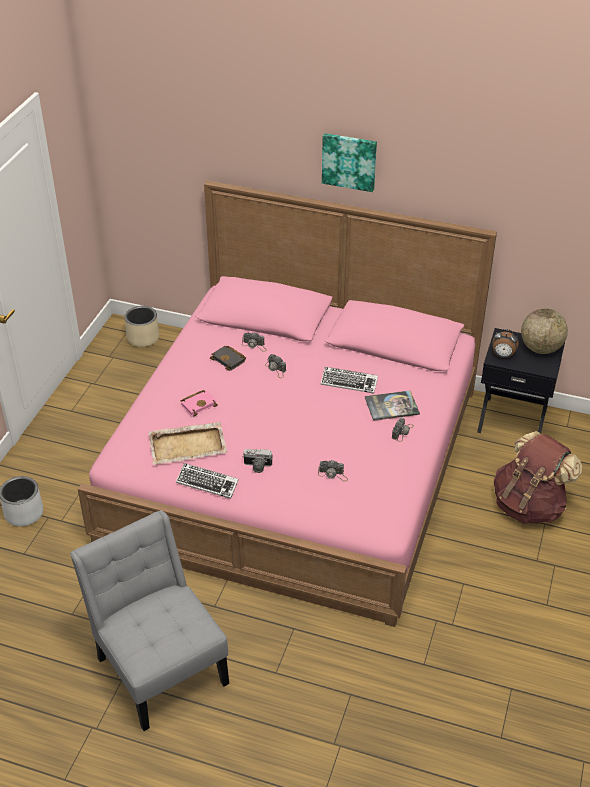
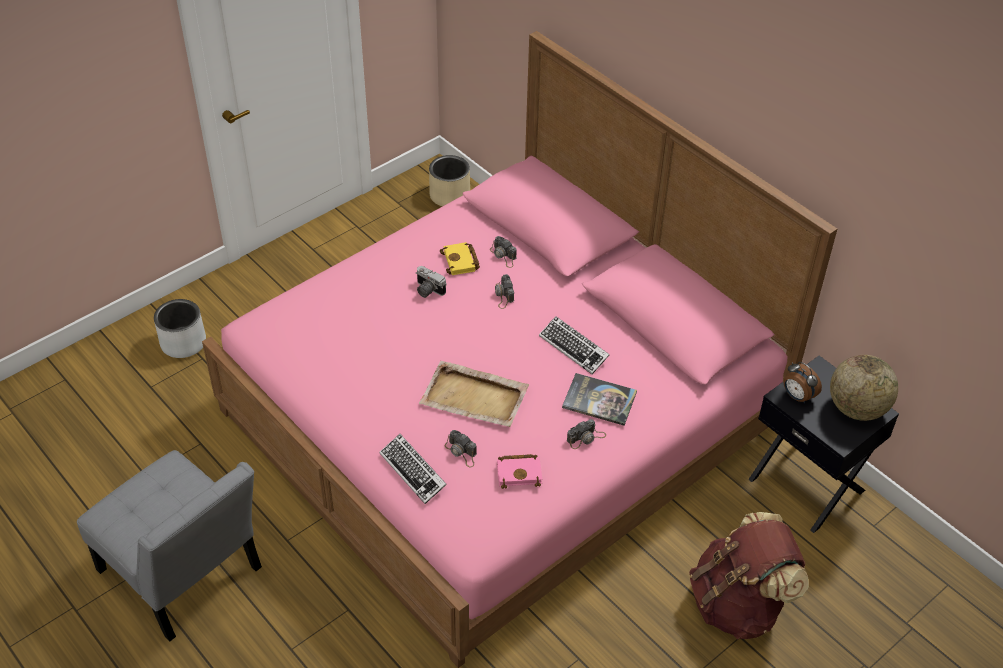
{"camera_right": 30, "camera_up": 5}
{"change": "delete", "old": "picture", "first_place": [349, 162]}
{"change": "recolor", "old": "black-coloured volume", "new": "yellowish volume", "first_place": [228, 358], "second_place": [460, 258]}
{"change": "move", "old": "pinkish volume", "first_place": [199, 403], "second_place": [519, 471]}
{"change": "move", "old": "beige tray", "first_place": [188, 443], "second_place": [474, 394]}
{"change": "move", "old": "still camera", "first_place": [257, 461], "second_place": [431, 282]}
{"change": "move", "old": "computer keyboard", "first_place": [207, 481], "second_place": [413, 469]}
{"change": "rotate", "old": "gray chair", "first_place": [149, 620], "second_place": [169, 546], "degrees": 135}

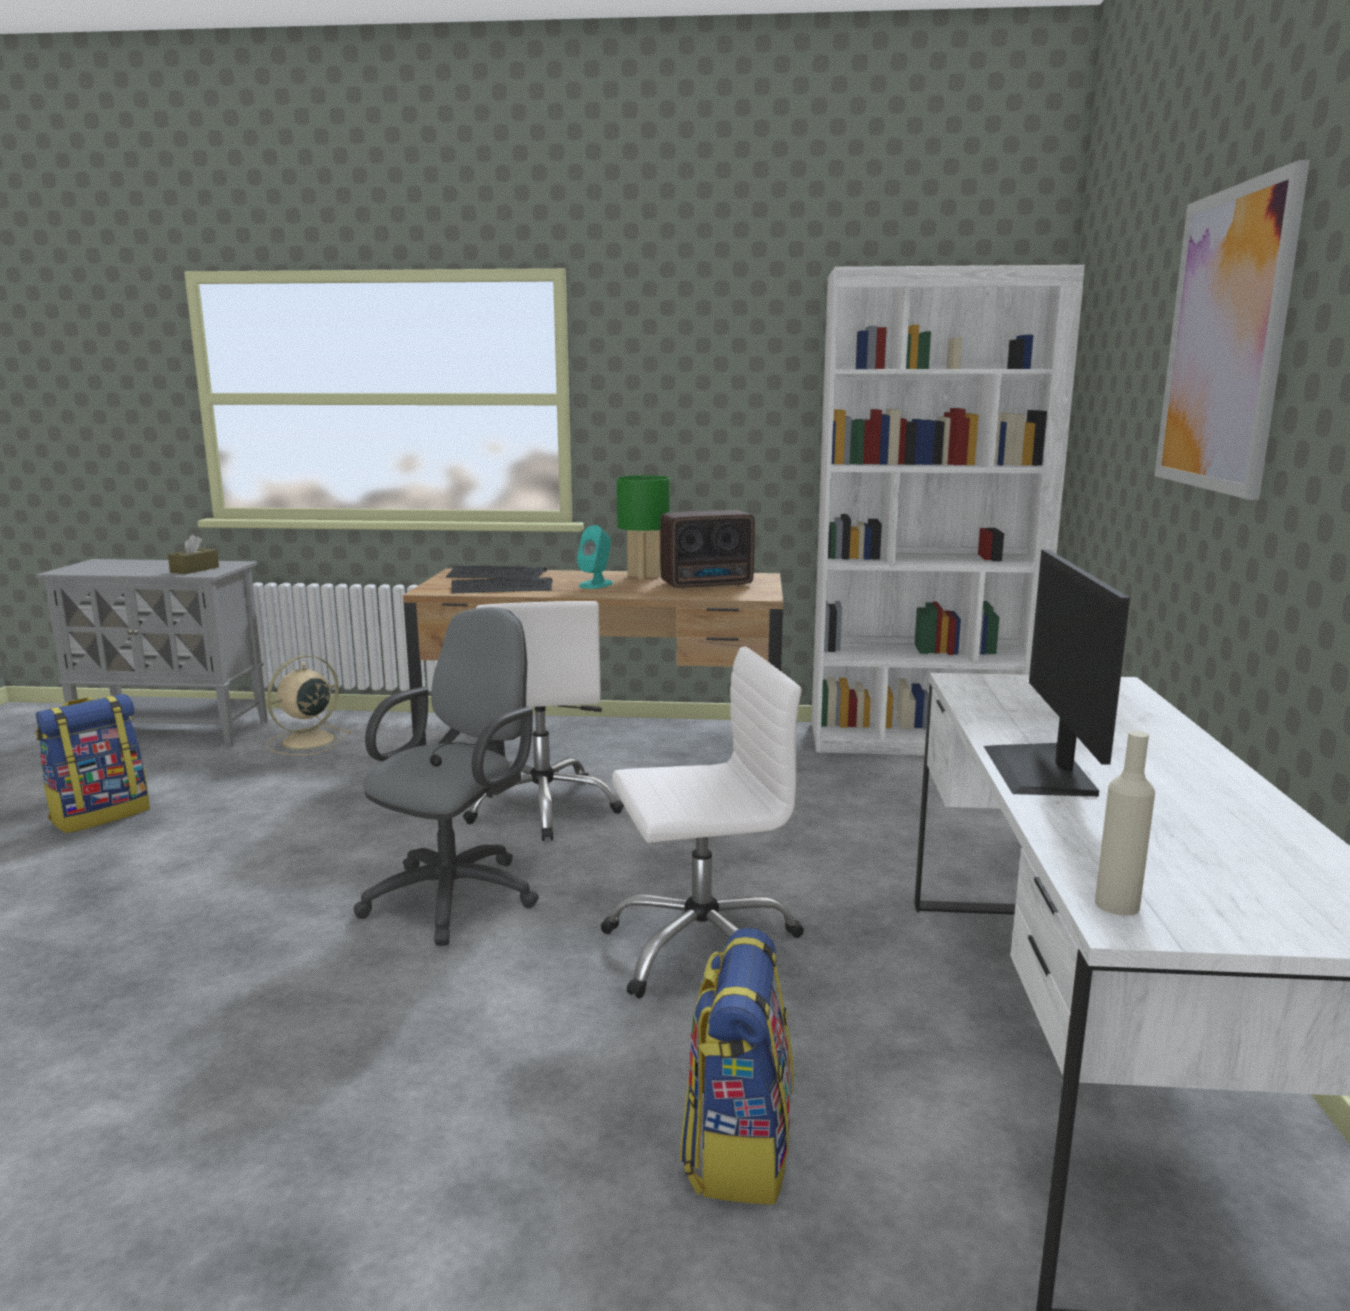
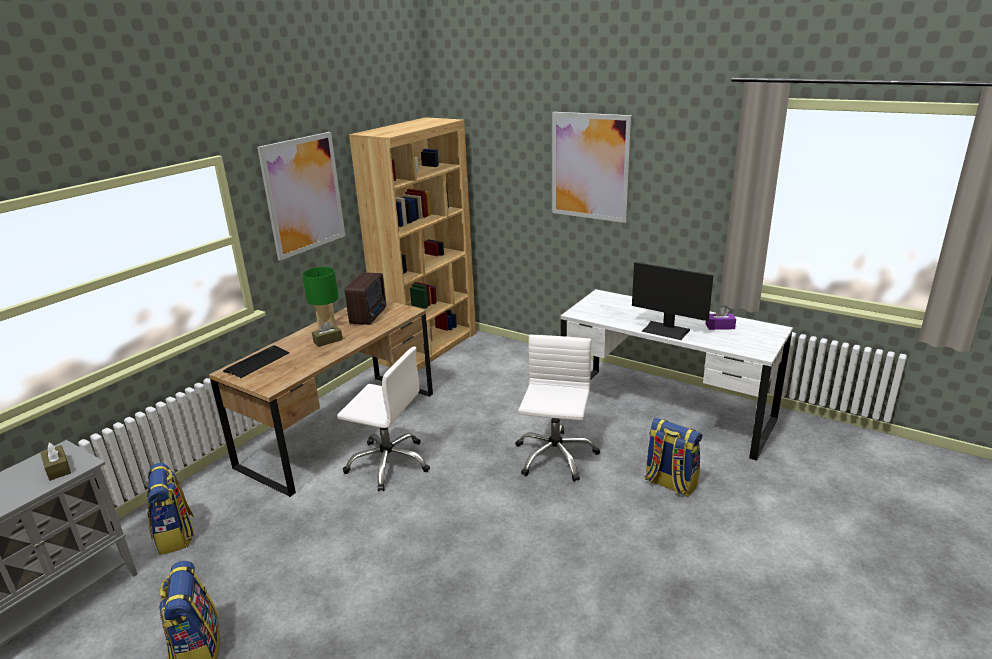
{"camera_right": -60, "camera_up": 10}
{"change": "recolor", "old": "white shelving unit", "new": "brown-coloured shelving unit", "first_place": [948, 510], "second_place": [412, 244]}
{"change": "replace", "old": "turquoise-coloured audio speaker", "new": "brown-coloured tissue box", "first_place": [595, 557], "second_place": [327, 334]}
{"change": "delete", "old": "computer keyboard", "first_place": [502, 585]}
{"change": "delete", "old": "gray computer chair", "first_place": [446, 776]}
{"change": "replace", "old": "beige cooling fan", "new": "knapsack", "first_place": [308, 705], "second_place": [171, 509]}
{"change": "delete", "old": "beige beverage bottle", "first_place": [1125, 823]}
{"change": "insert", "new": "picture", "second_place": [301, 196]}
{"change": "insert", "new": "purplish tissue box", "second_place": [720, 318]}

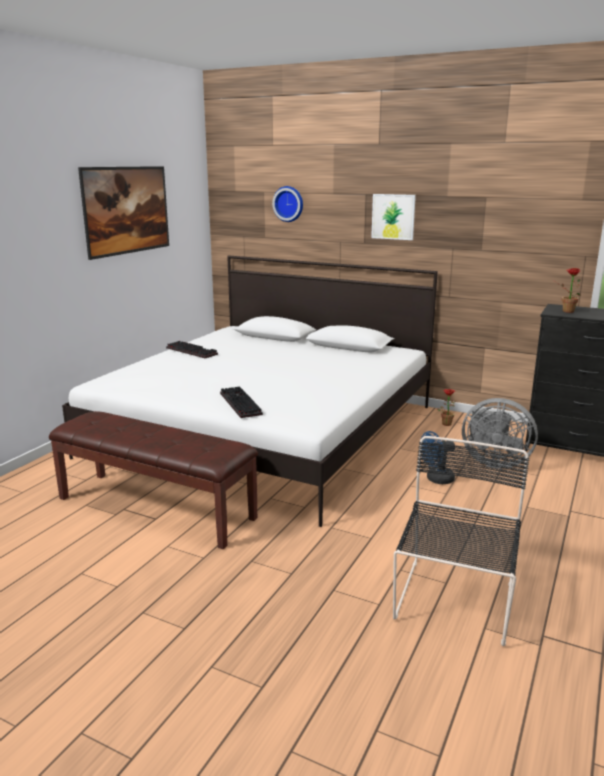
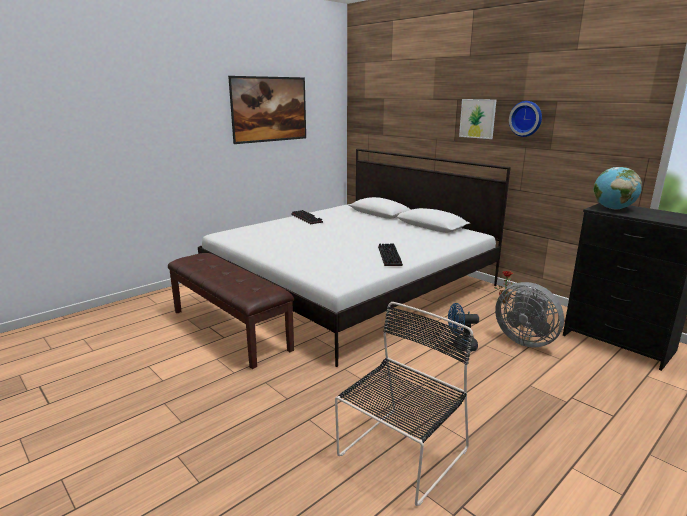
{"camera_right": 20, "camera_up": 0}
{"change": "move", "old": "clock on the wall", "first_place": [287, 204], "second_place": [525, 119]}
{"change": "replace", "old": "houseplant", "new": "desk globe", "first_place": [567, 290], "second_place": [617, 188]}
{"change": "move", "old": "computer keyboard", "first_place": [241, 402], "second_place": [390, 255]}

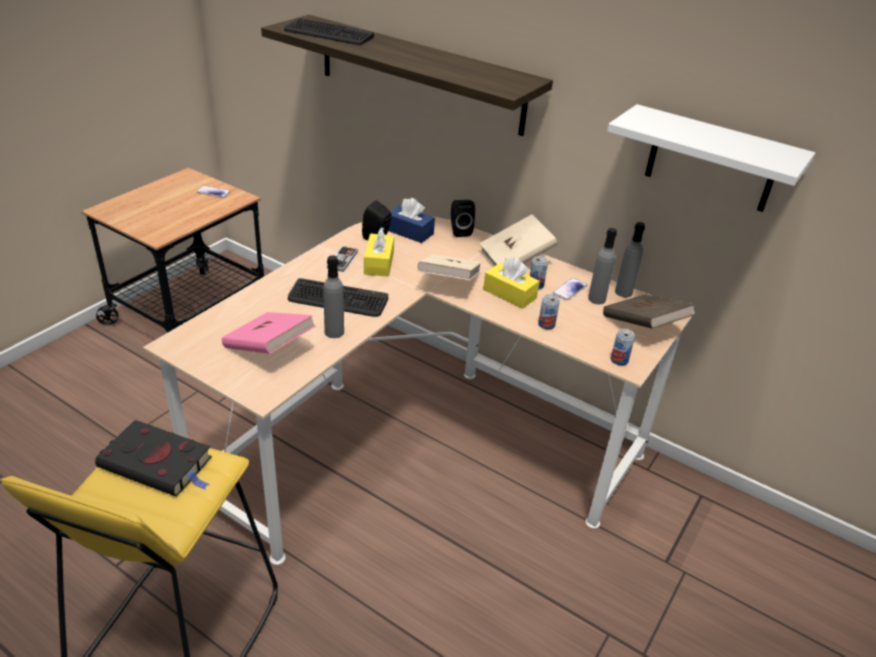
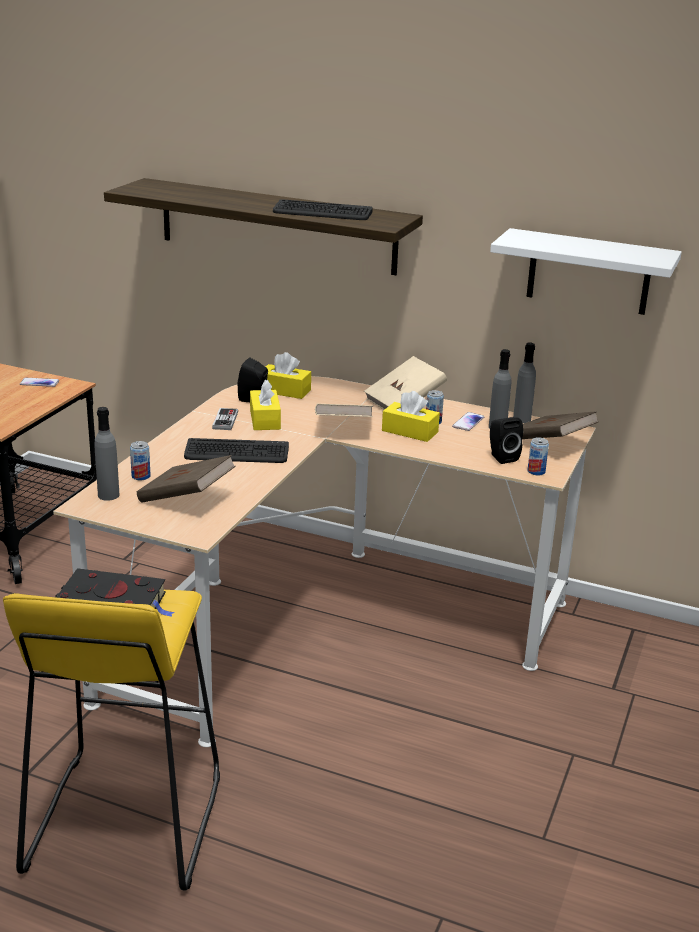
{"camera_right": -10, "camera_up": -10}
{"change": "move", "old": "computer keyboard", "first_place": [329, 31], "second_place": [323, 209]}
{"change": "recolor", "old": "bluish tissue box", "new": "yellowish tissue box", "first_place": [411, 220], "second_place": [288, 375]}
{"change": "move", "old": "black-coloured audio speaker", "first_place": [463, 218], "second_place": [506, 440]}
{"change": "move", "old": "gray beverage bottle", "first_place": [333, 296], "second_place": [106, 454]}
{"change": "move", "old": "metal can", "first_place": [549, 311], "second_place": [140, 460]}
{"change": "recolor", "old": "pinkish volume", "new": "brown-coloured volume", "first_place": [269, 333], "second_place": [186, 479]}

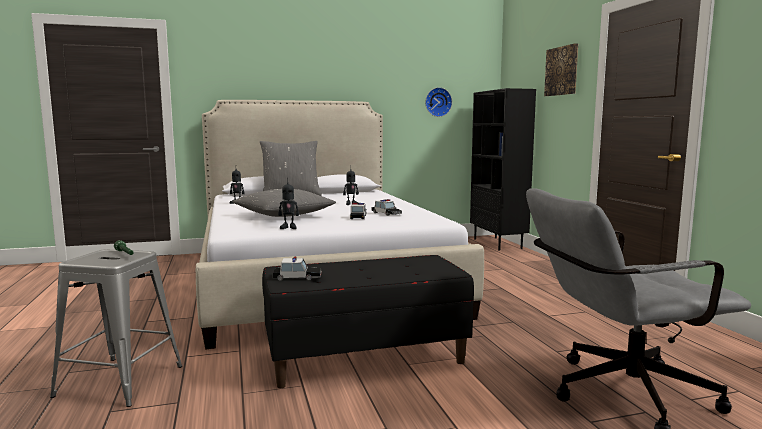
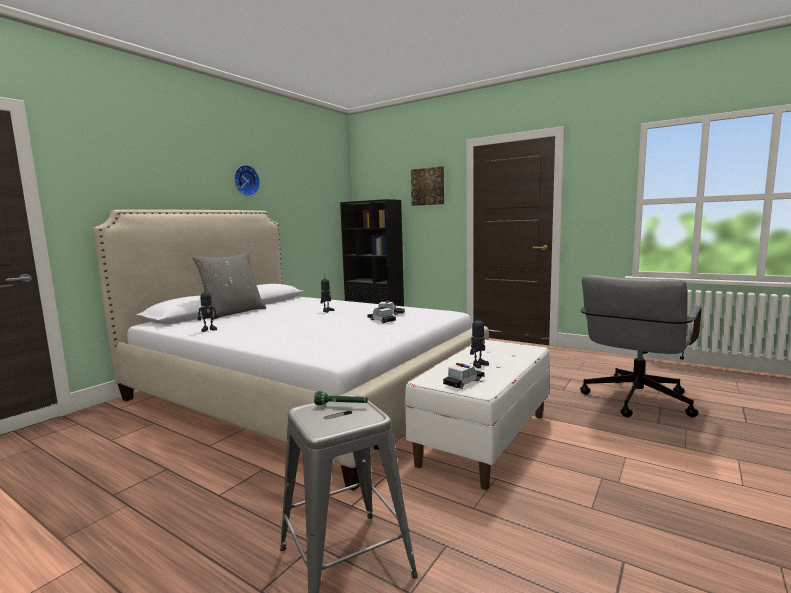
{"camera_right": -40, "camera_up": 0}
{"change": "move", "old": "clock on the wall", "first_place": [438, 102], "second_place": [247, 181]}
{"change": "move", "old": "toy robot", "first_place": [288, 203], "second_place": [479, 340]}
{"change": "delete", "old": "gray pillow", "first_place": [284, 203]}
{"change": "recolor", "old": "black-coloured bench", "new": "white bench", "first_place": [368, 321], "second_place": [477, 415]}

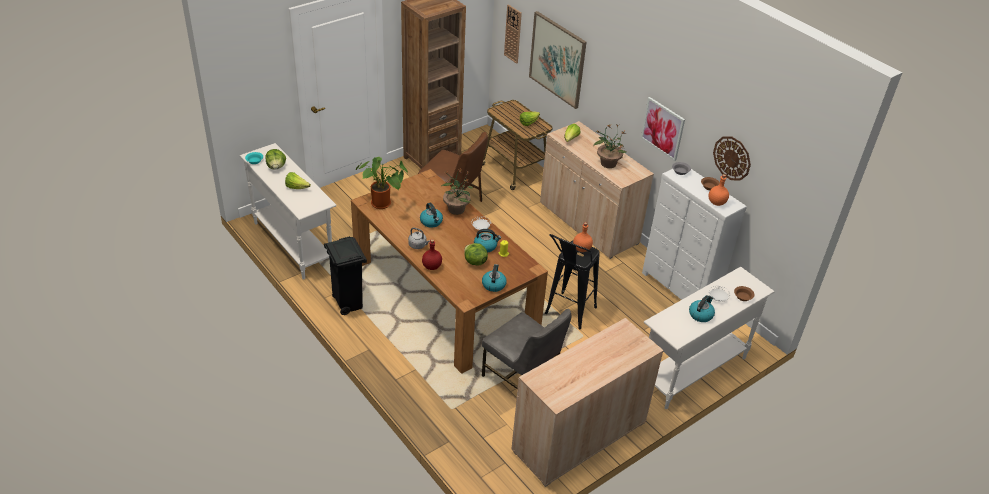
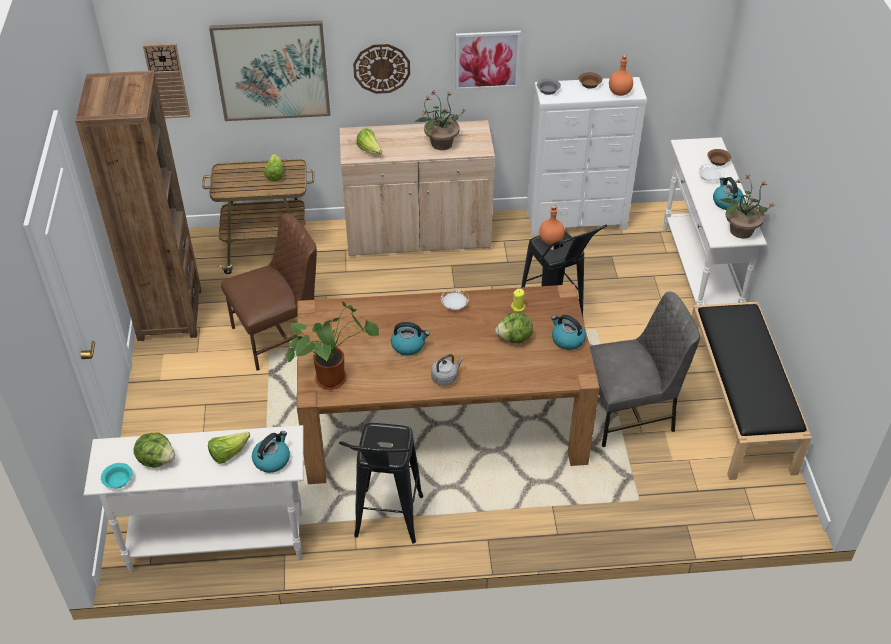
{"camera_right": -55, "camera_up": 5}
{"change": "move", "old": "clock on the wall", "first_place": [732, 159], "second_place": [381, 69]}
{"change": "move", "old": "houseplant", "first_place": [457, 192], "second_place": [748, 207]}
{"change": "move", "old": "kettle", "first_place": [487, 241], "second_place": [271, 452]}
{"change": "replace", "old": "black-coloured waste bin", "new": "black-coloured stool", "first_place": [345, 275], "second_place": [381, 483]}
{"change": "delete", "old": "red beverage bottle", "first_place": [432, 254]}
{"change": "replace", "old": "beige storage cabinet", "new": "black-coloured bench", "first_place": [587, 402], "second_place": [752, 391]}

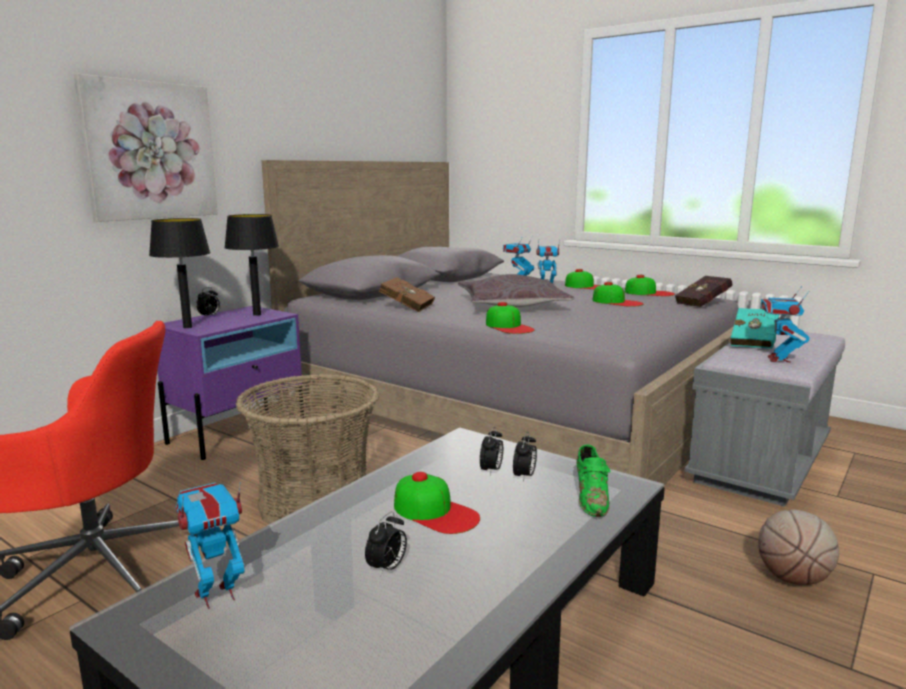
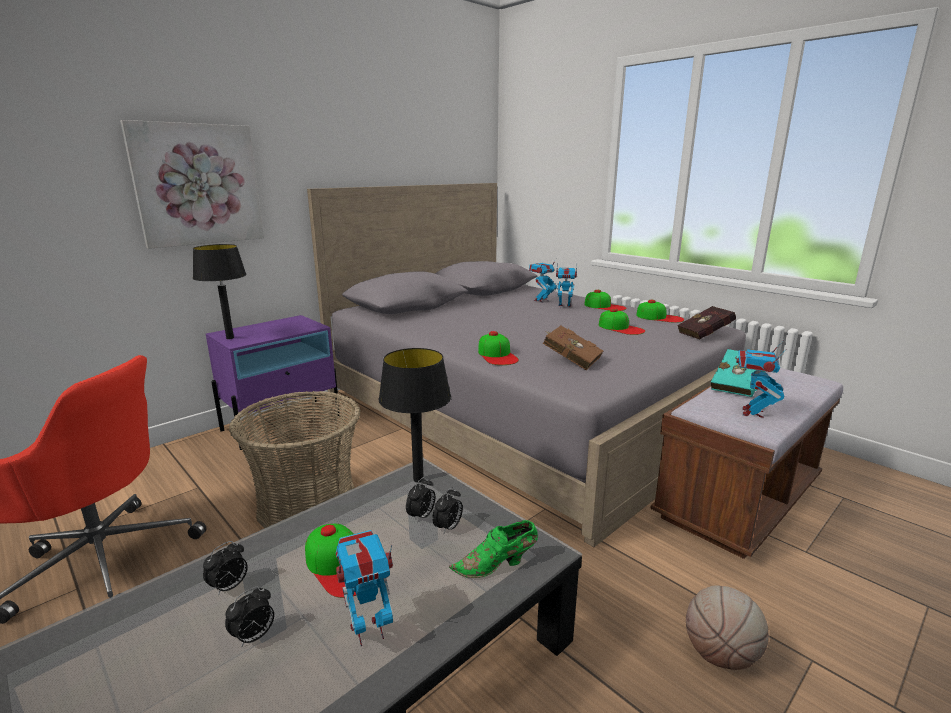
{"camera_right": 10, "camera_up": 5}
{"change": "move", "old": "black-coloured lamp for a table", "first_place": [251, 265], "second_place": [414, 415]}
{"change": "delete", "old": "gray pillow", "first_place": [516, 290]}
{"change": "move", "old": "brown-coloured volume", "first_place": [407, 294], "second_place": [573, 348]}
{"change": "move", "old": "bedside clock", "first_place": [208, 302], "second_place": [225, 568]}
{"change": "recolor", "old": "gray bench", "new": "brown-coloured bench", "first_place": [764, 419], "second_place": [746, 463]}
{"change": "rotate", "old": "greenish item of footwear", "first_place": [594, 480], "second_place": [493, 549], "degrees": 60}
{"change": "move", "old": "toy robot", "first_place": [210, 545], "second_place": [364, 588]}

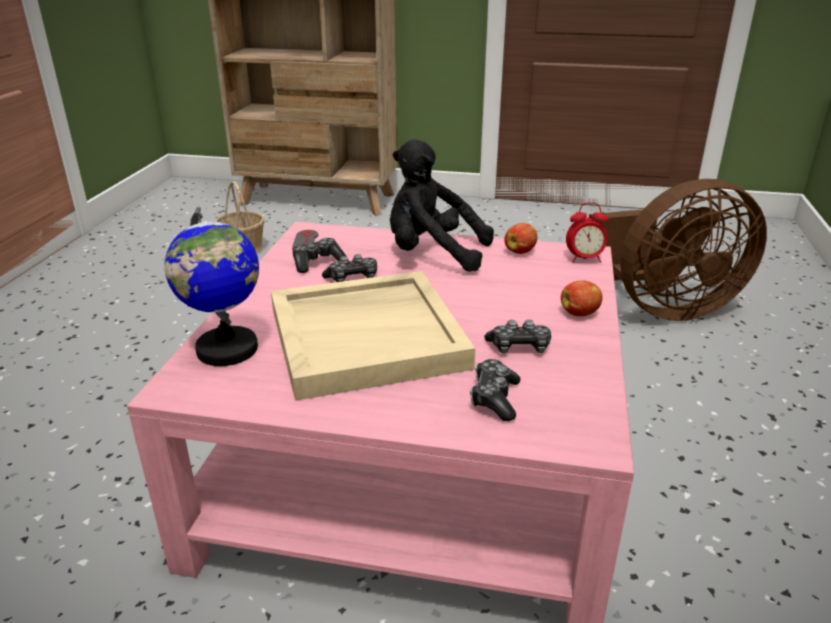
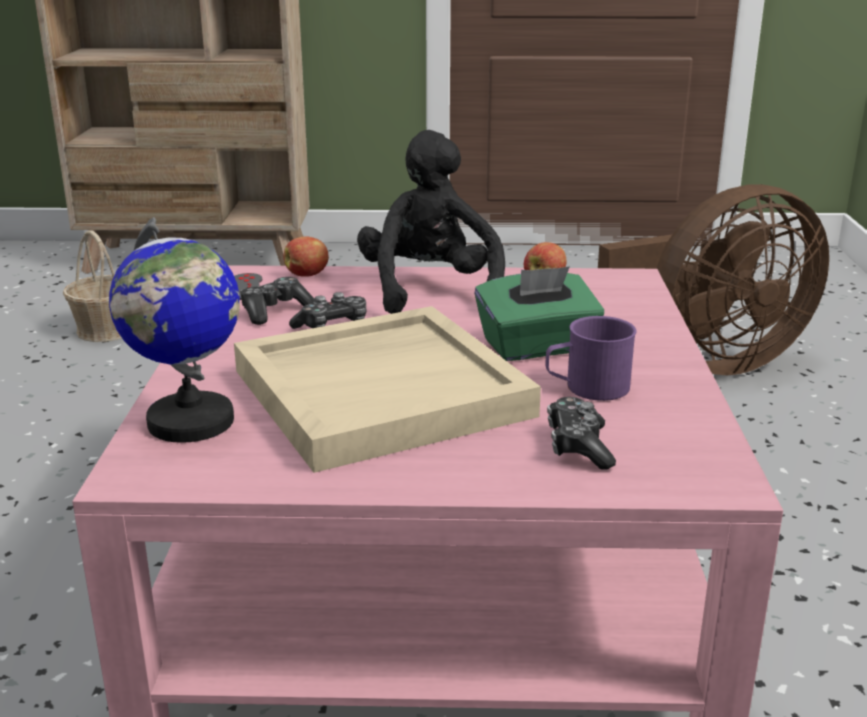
{"camera_right": -10, "camera_up": -5}
{"change": "rotate", "old": "black-coloured plush toy", "first_place": [442, 205], "second_place": [431, 222], "degrees": 75}
{"change": "delete", "old": "bedside clock", "first_place": [587, 232]}
{"change": "move", "old": "apple", "first_place": [581, 298], "second_place": [306, 256]}
{"change": "replace", "old": "game controller", "new": "purplish mug", "first_place": [517, 336], "second_place": [591, 358]}
{"change": "insert", "new": "greenish tissue box", "second_place": [539, 313]}

